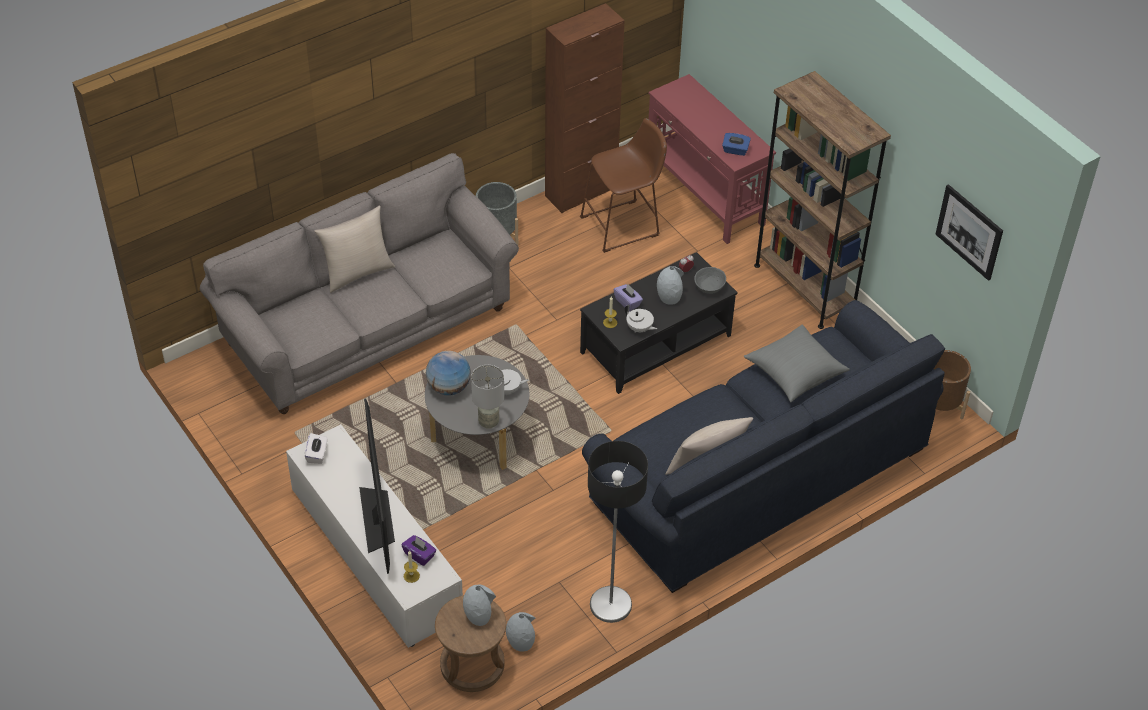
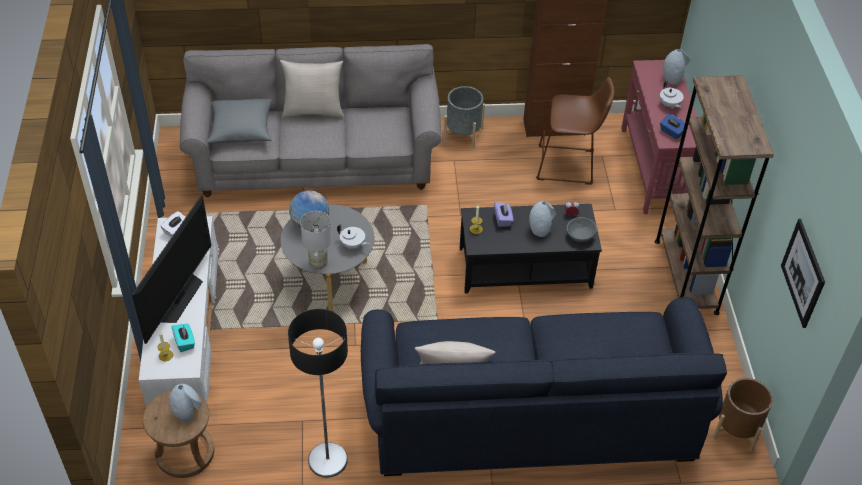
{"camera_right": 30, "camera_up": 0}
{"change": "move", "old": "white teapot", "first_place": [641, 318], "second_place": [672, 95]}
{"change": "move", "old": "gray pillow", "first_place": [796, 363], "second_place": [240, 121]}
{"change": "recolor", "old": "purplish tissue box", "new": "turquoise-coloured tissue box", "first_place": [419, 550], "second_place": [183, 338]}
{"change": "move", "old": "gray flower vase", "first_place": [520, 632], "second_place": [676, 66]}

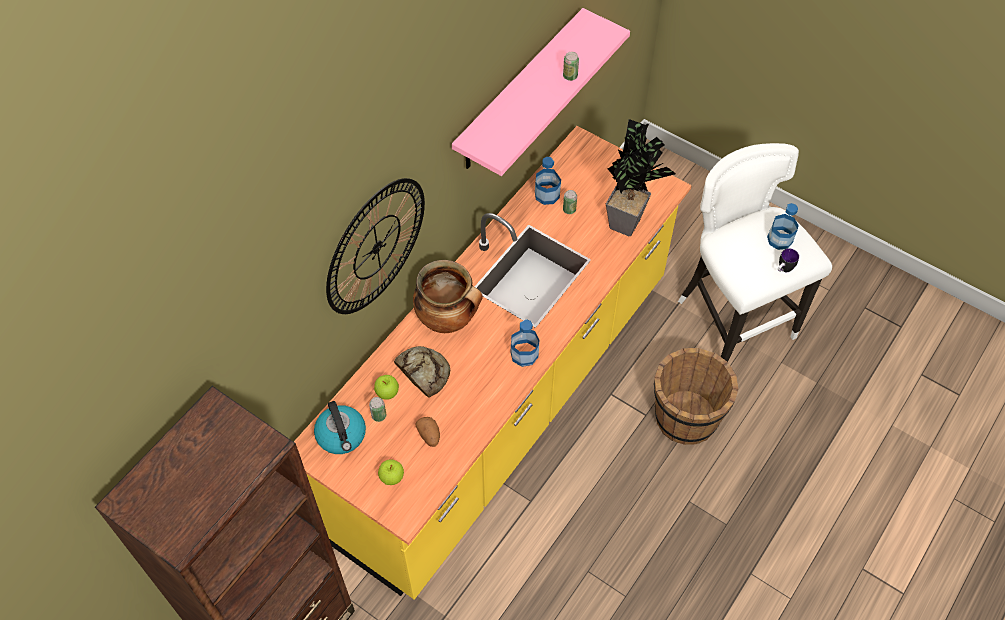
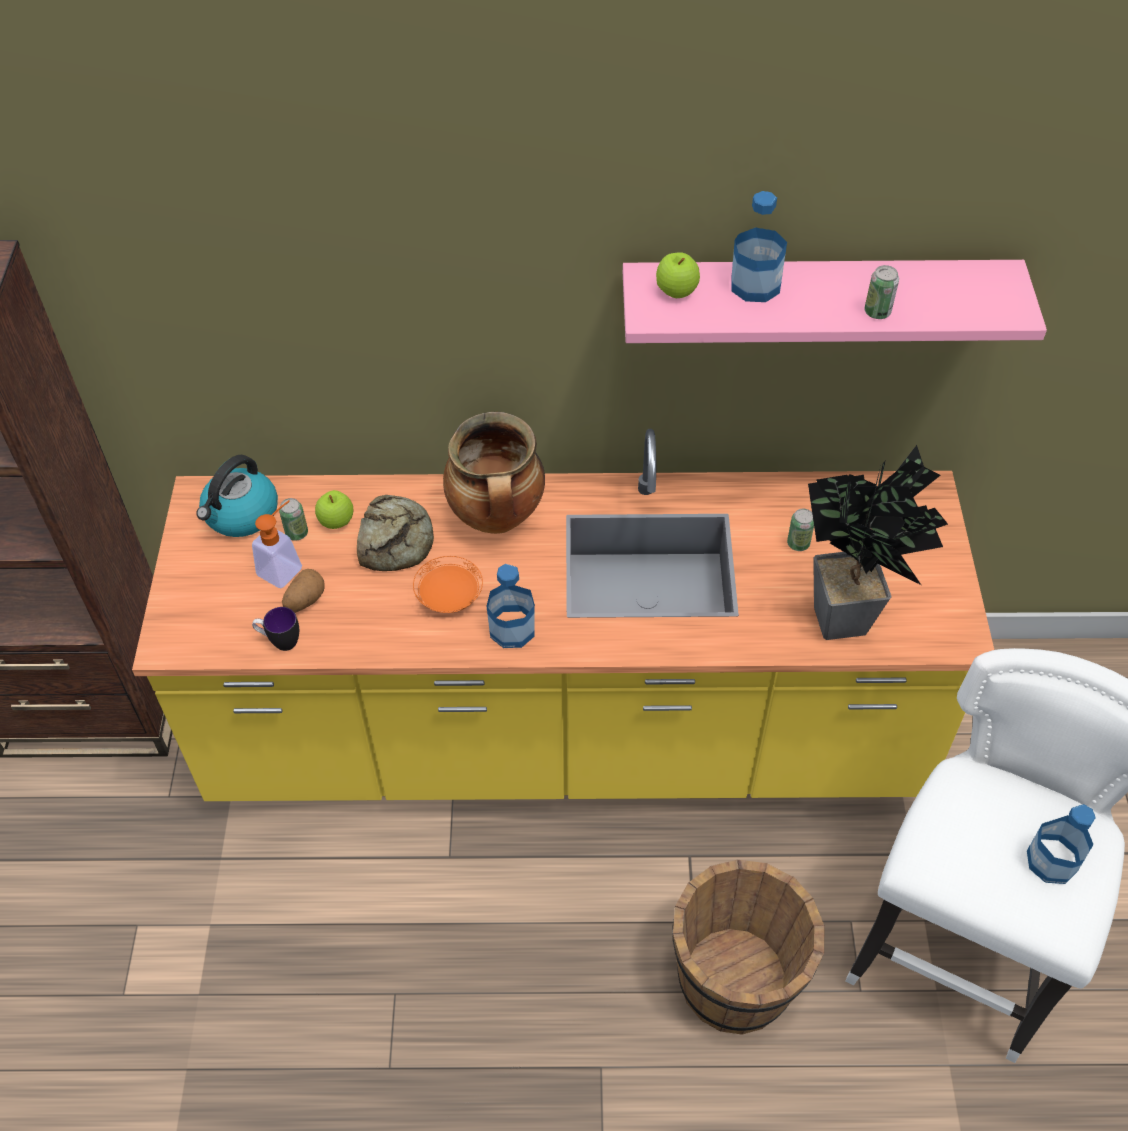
{"camera_right": 55, "camera_up": -5}
{"change": "move", "old": "beverage bottle", "first_place": [548, 181], "second_place": [759, 246]}
{"change": "delete", "old": "clock on the wall", "first_place": [375, 246]}
{"change": "move", "old": "mug", "first_place": [788, 260], "second_place": [275, 629]}
{"change": "move", "old": "apple", "first_place": [391, 472], "second_place": [678, 275]}
{"change": "insert", "new": "liquid soap bottle", "second_place": [277, 544]}
{"change": "insert", "new": "orangey plate", "second_place": [448, 584]}

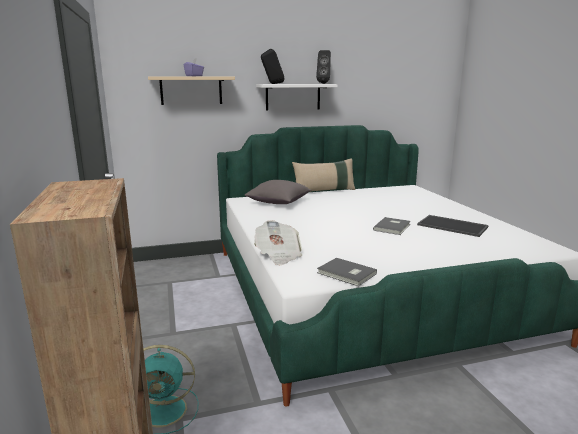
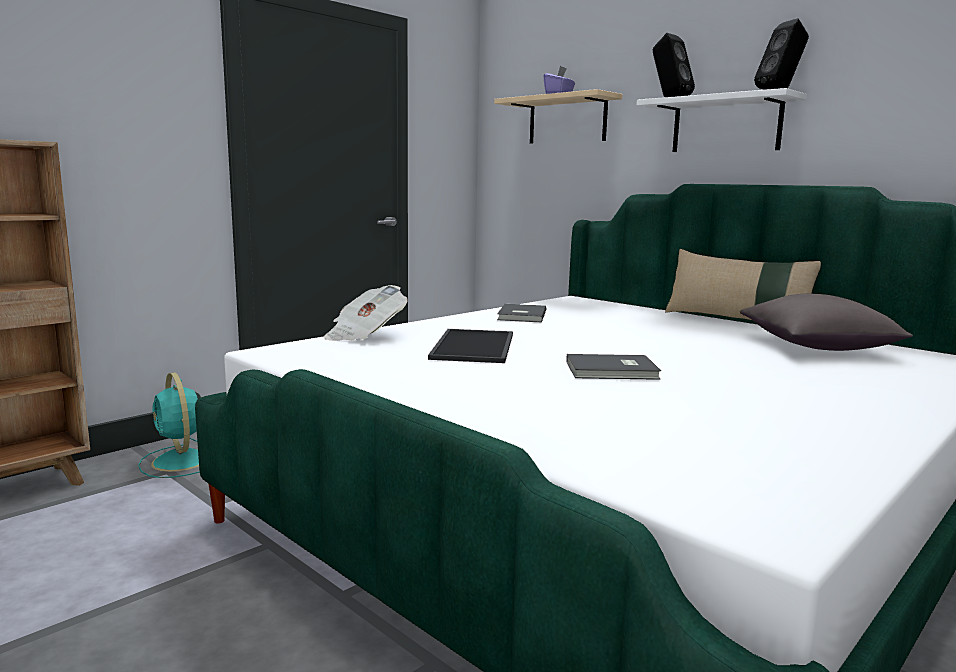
{"camera_right": 60, "camera_up": -5}
{"change": "move", "old": "gray pillow", "first_place": [278, 192], "second_place": [826, 322]}
{"change": "move", "old": "tray", "first_place": [453, 226], "second_place": [470, 346]}
{"change": "move", "old": "gray volume", "first_place": [347, 272], "second_place": [522, 313]}

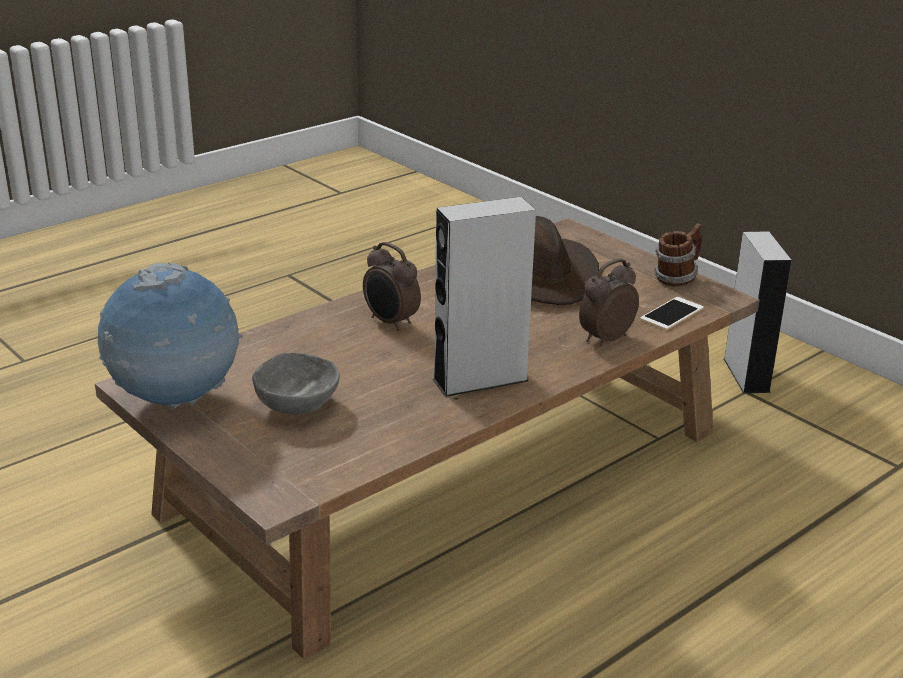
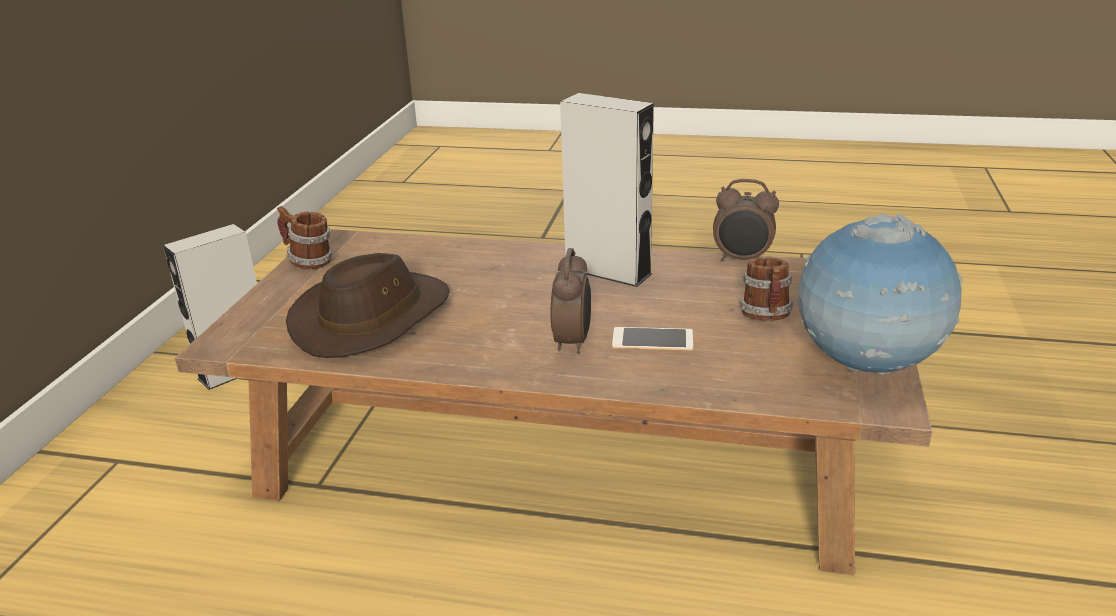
{"camera_right": -125, "camera_up": 0}
{"change": "move", "old": "bedside clock", "first_place": [609, 302], "second_place": [746, 220]}
{"change": "move", "old": "phone", "first_place": [672, 313], "second_place": [652, 339]}
{"change": "replace", "old": "gray serving bowl", "new": "mug", "first_place": [296, 383], "second_place": [766, 289]}

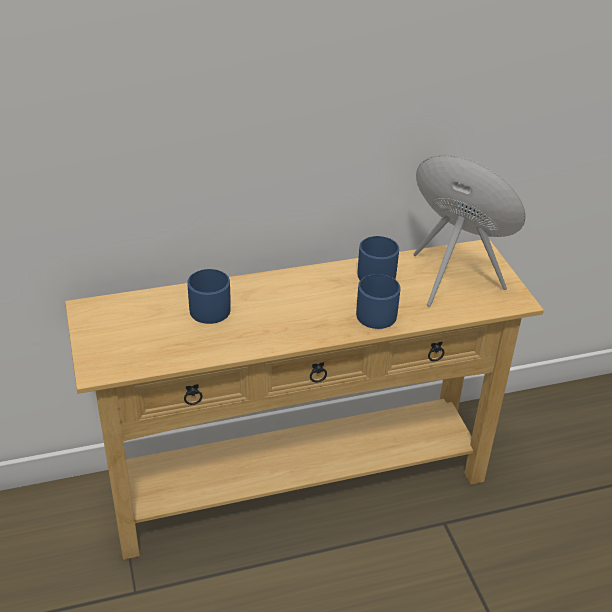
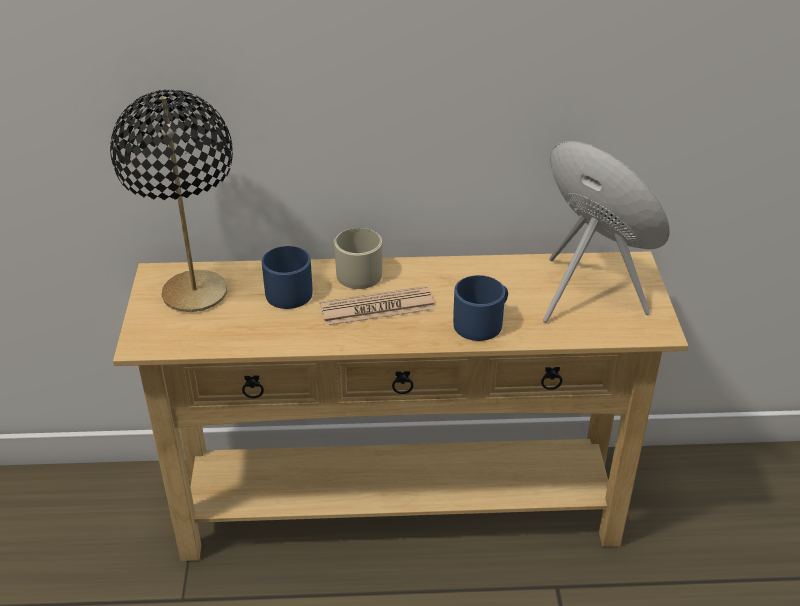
{"camera_right": 15, "camera_up": 0}
{"change": "delete", "old": "bluish mug", "first_place": [378, 258]}
{"change": "insert", "new": "black-coloured lamp for a table", "second_place": [171, 201]}
{"change": "insert", "new": "beige mug", "second_place": [357, 258]}
{"change": "insert", "new": "daily paper", "second_place": [377, 306]}

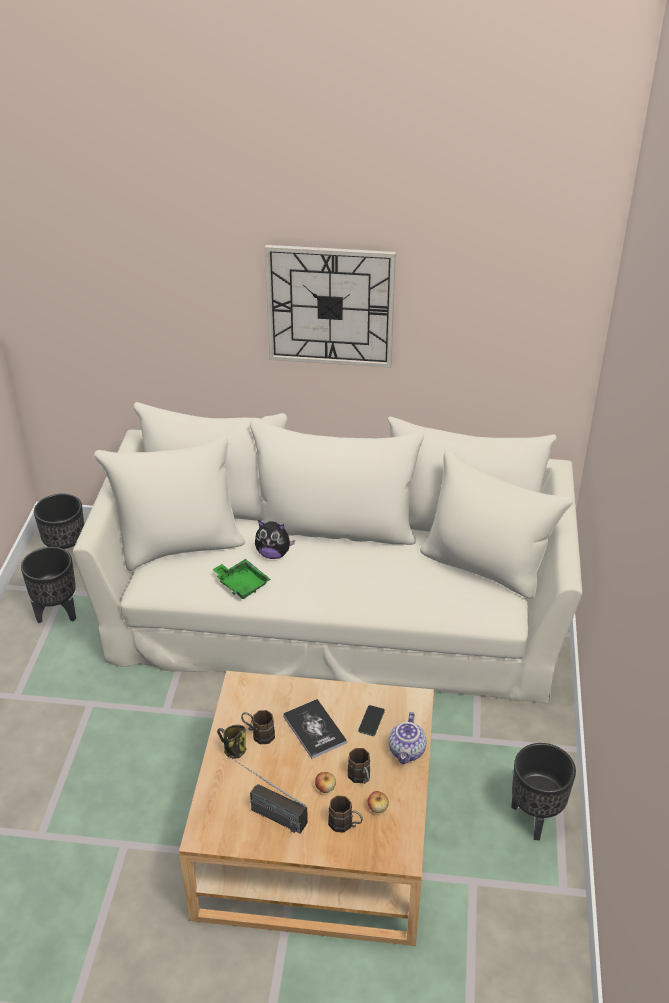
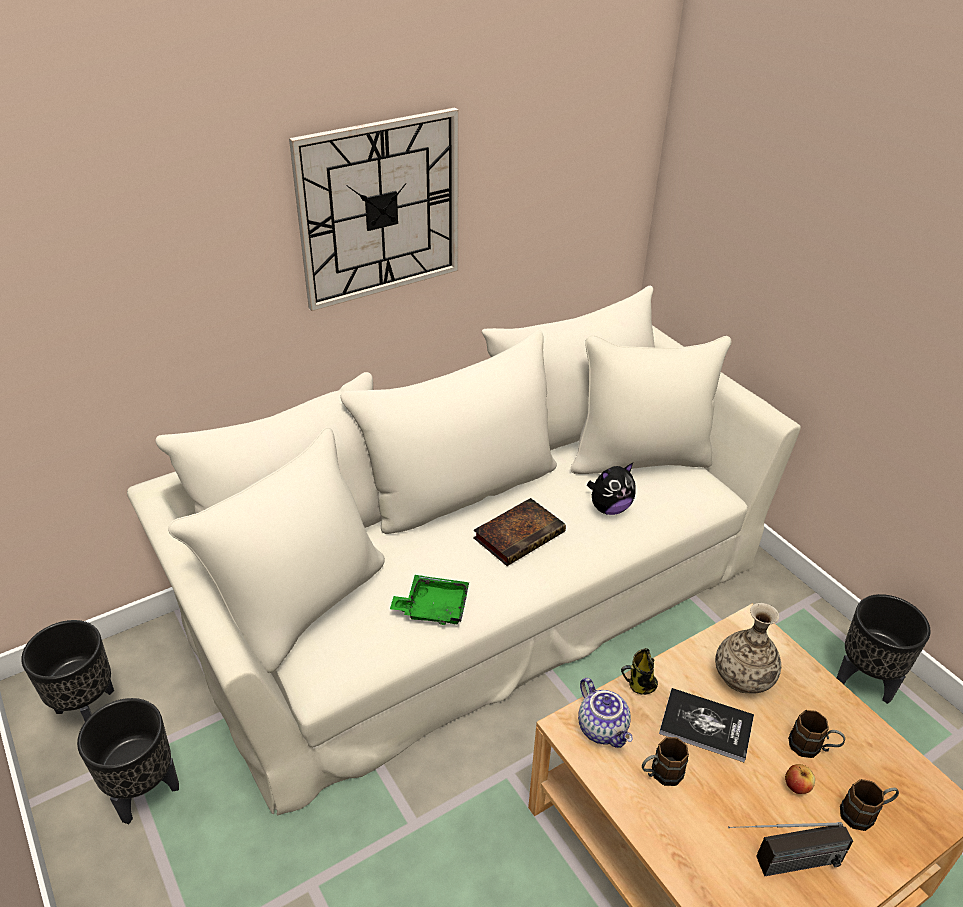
{"camera_right": -40, "camera_up": 0}
{"change": "move", "old": "plush toy", "first_place": [275, 539], "second_place": [611, 489]}
{"change": "replace", "old": "phone", "new": "flower vase", "first_place": [371, 720], "second_place": [748, 648]}
{"change": "move", "old": "teapot", "first_place": [407, 738], "second_place": [605, 713]}
{"change": "move", "old": "mug", "first_place": [231, 742], "second_place": [639, 671]}
{"change": "delete", "old": "apple", "first_place": [378, 802]}
{"change": "insert", "new": "volume", "second_place": [519, 532]}

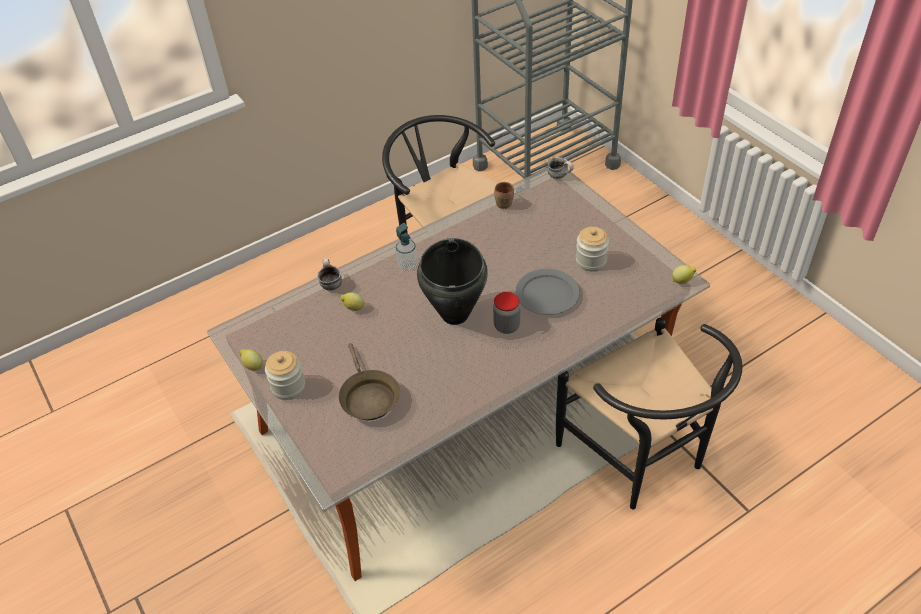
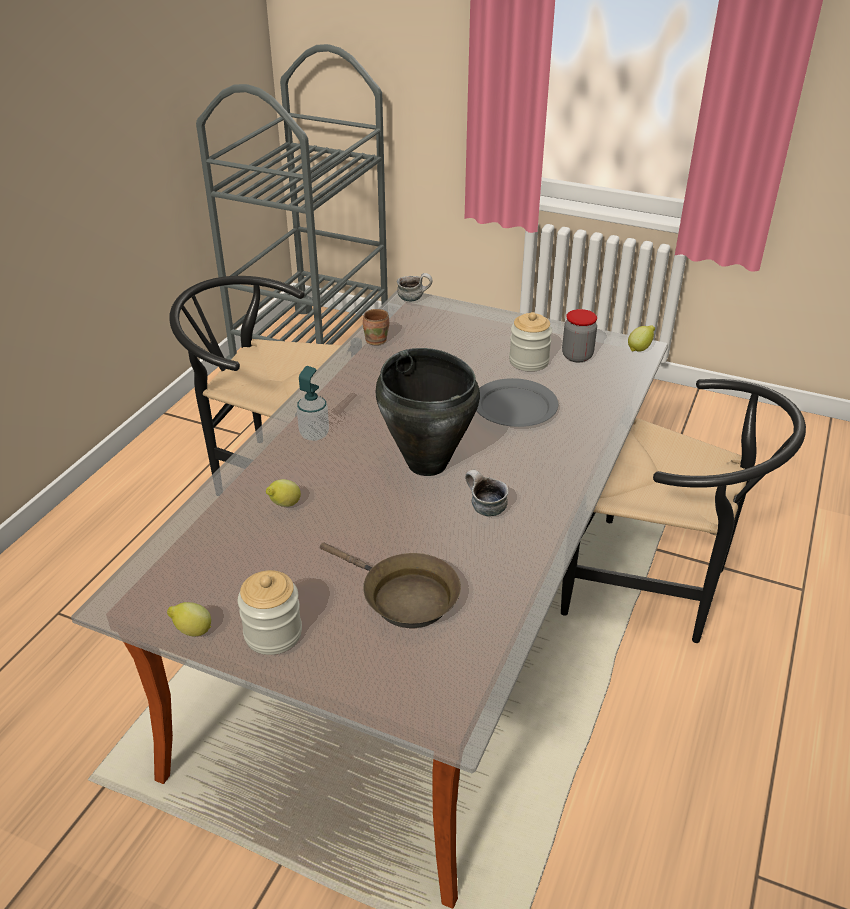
{"camera_right": -35, "camera_up": -10}
{"change": "move", "old": "mug", "first_place": [329, 274], "second_place": [487, 493]}
{"change": "move", "old": "storage jar", "first_place": [506, 313], "second_place": [579, 335]}

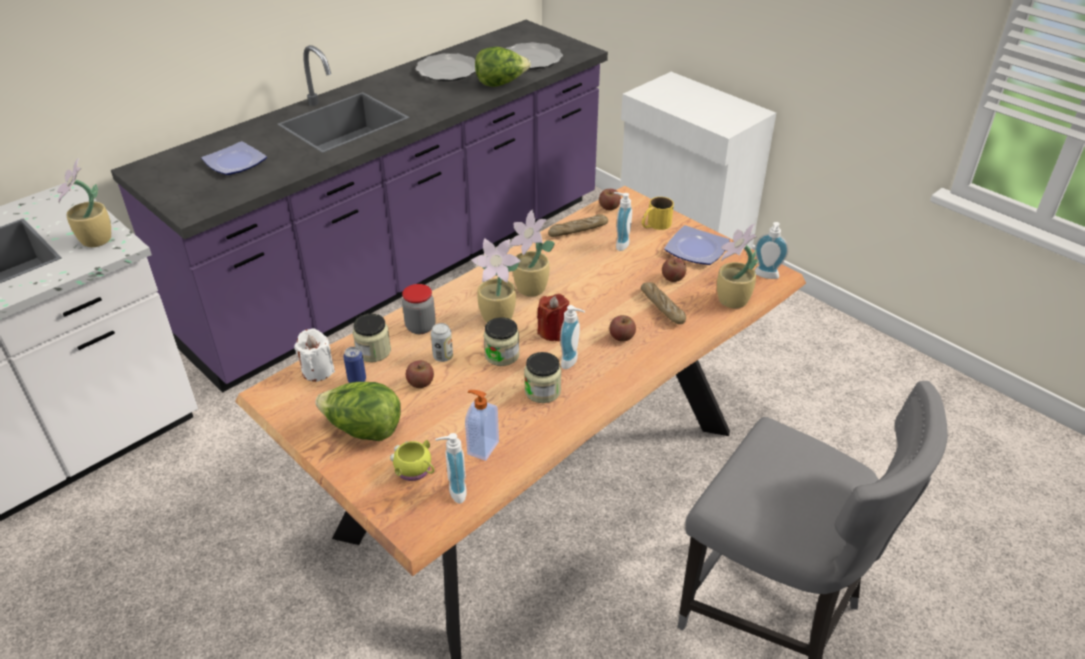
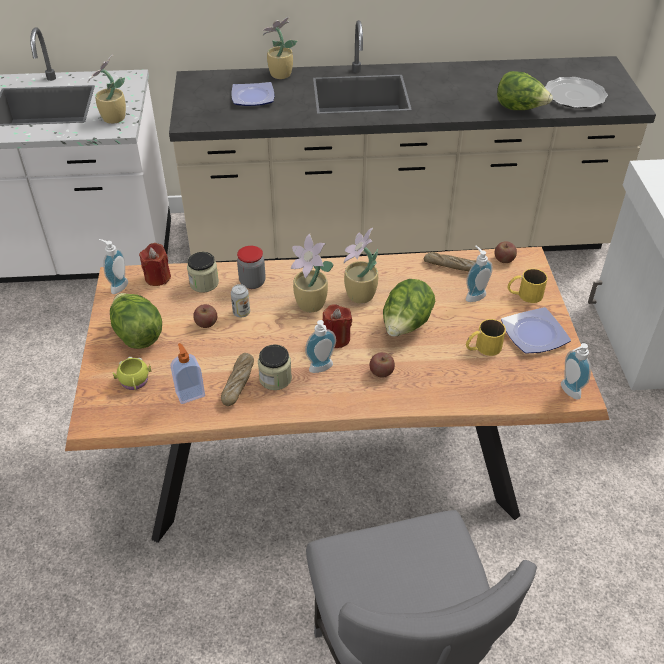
{"camera_right": 40, "camera_up": 5}
{"change": "recolor", "old": "purplish kitchen counter", "new": "beige kitchen counter", "first_place": [359, 206], "second_place": [412, 141]}
{"change": "delete", "old": "plate", "first_place": [445, 67]}
{"change": "move", "old": "houseplant", "first_place": [738, 266], "second_place": [279, 48]}
{"change": "replace", "old": "apple", "new": "yellowish mug", "first_place": [674, 270], "second_place": [486, 337]}
{"change": "move", "old": "bread", "first_place": [663, 303], "second_place": [237, 379]}
{"change": "delete", "old": "storage jar", "first_place": [501, 341]}
{"change": "recolor", "old": "white wax light", "new": "red wax light", "first_place": [314, 355], "second_place": [155, 264]}
{"change": "delete", "old": "metal can", "first_place": [354, 365]}
{"change": "move", "old": "liquid soap bottle", "first_place": [451, 468], "second_place": [113, 266]}
{"change": "insert", "new": "lettuce", "second_place": [409, 308]}

